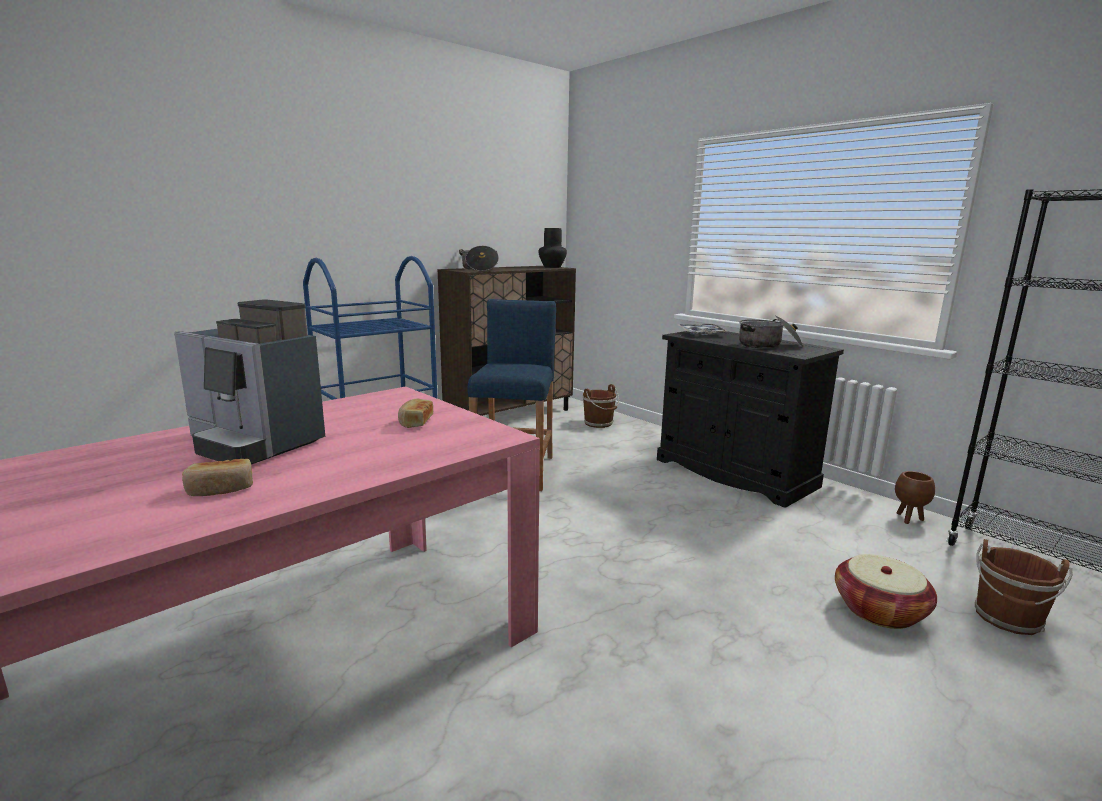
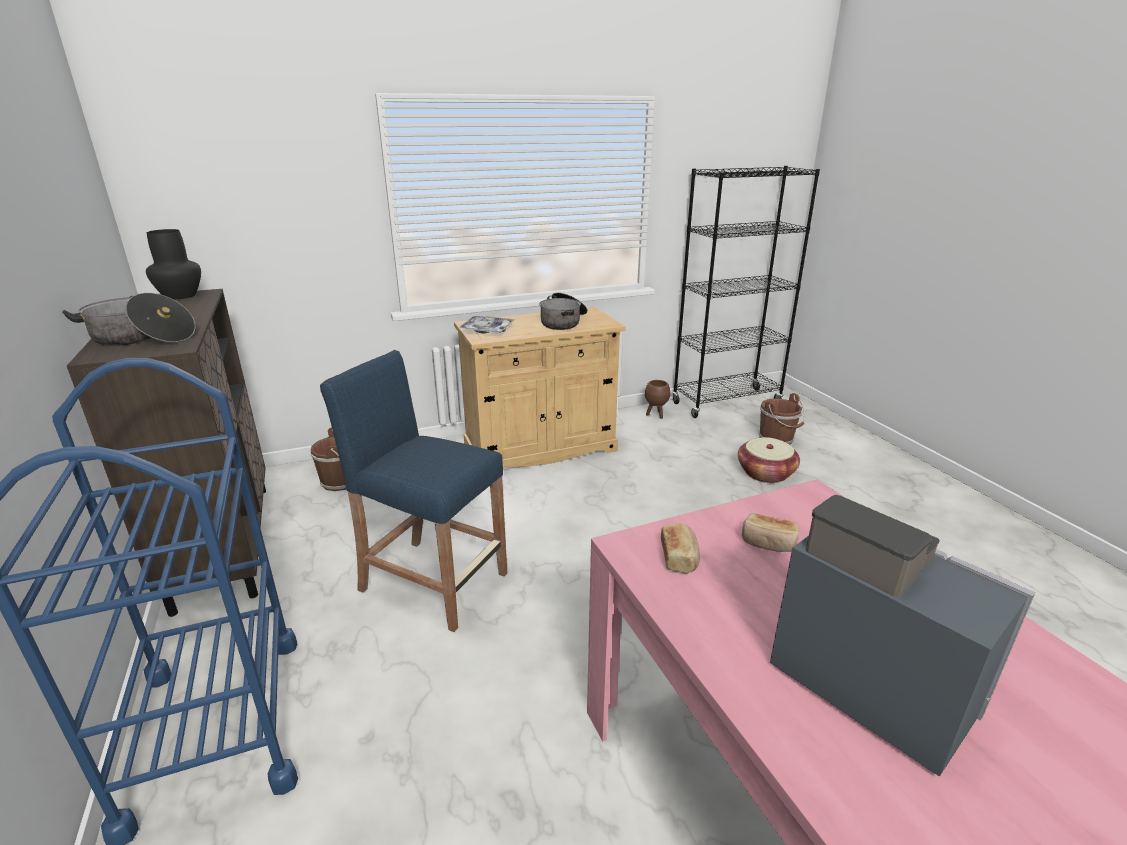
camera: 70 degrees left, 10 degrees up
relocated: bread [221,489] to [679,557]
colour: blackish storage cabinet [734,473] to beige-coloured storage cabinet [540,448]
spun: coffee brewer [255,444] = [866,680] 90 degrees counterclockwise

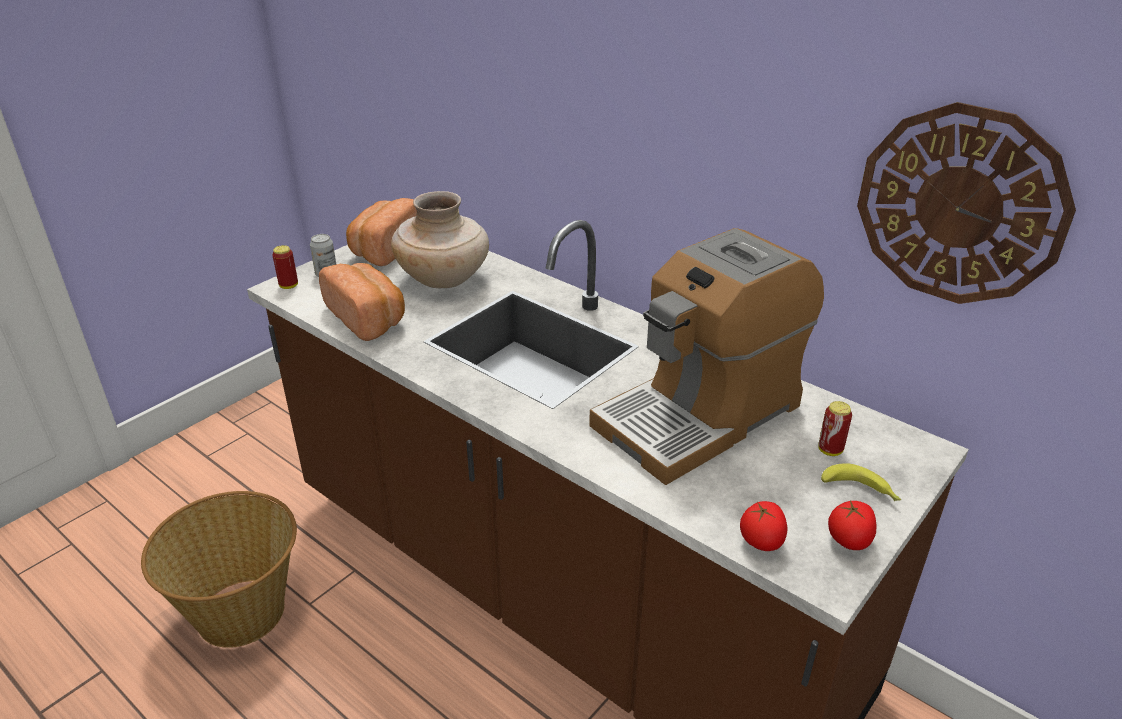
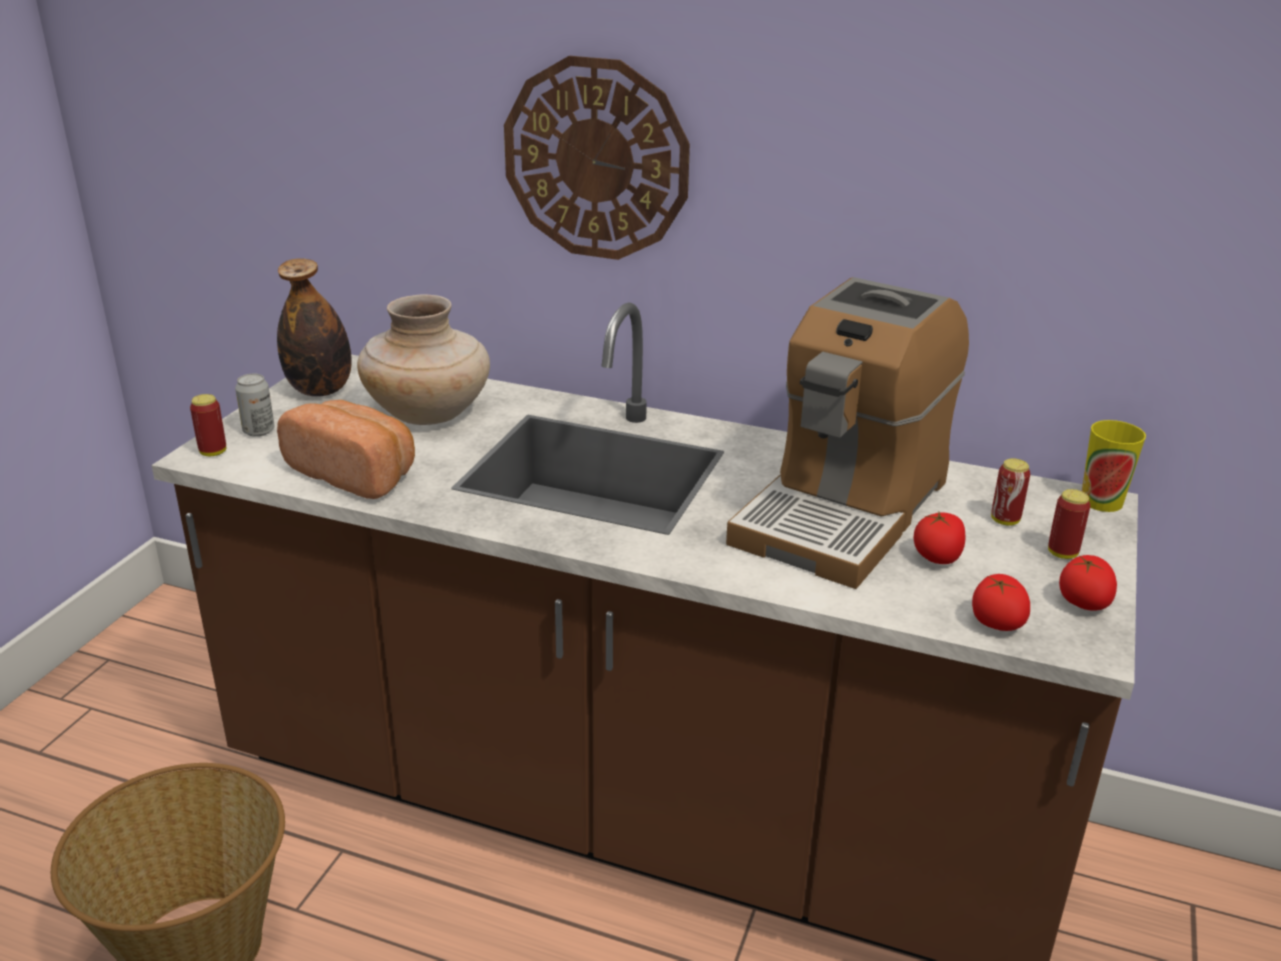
camera: 20 degrees left, 5 degrees down
appeared: tomato [937,557]; small cup [1101,501]
relocated: hanging clock [959,206] to [596,159]
exchanged: bread [384,249] to drink bottle [320,390]; banana fruit [861,490] to metal can [1062,553]

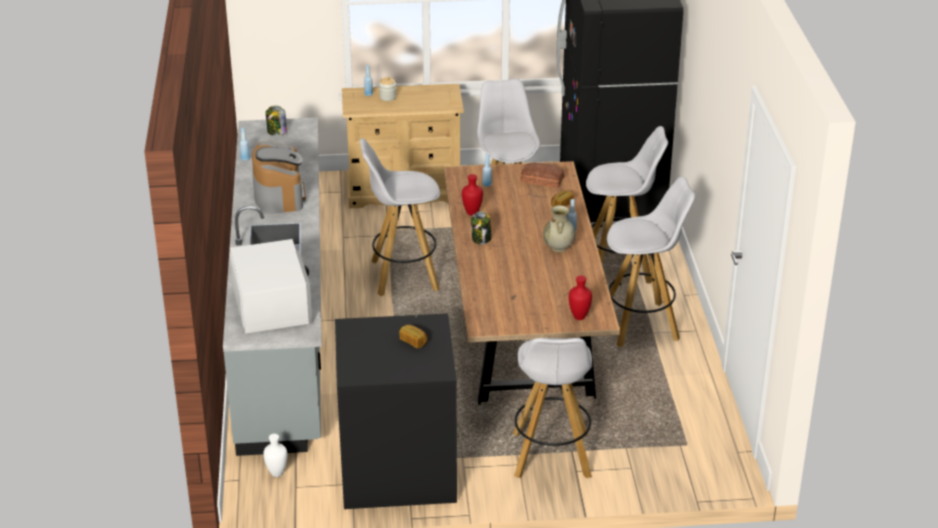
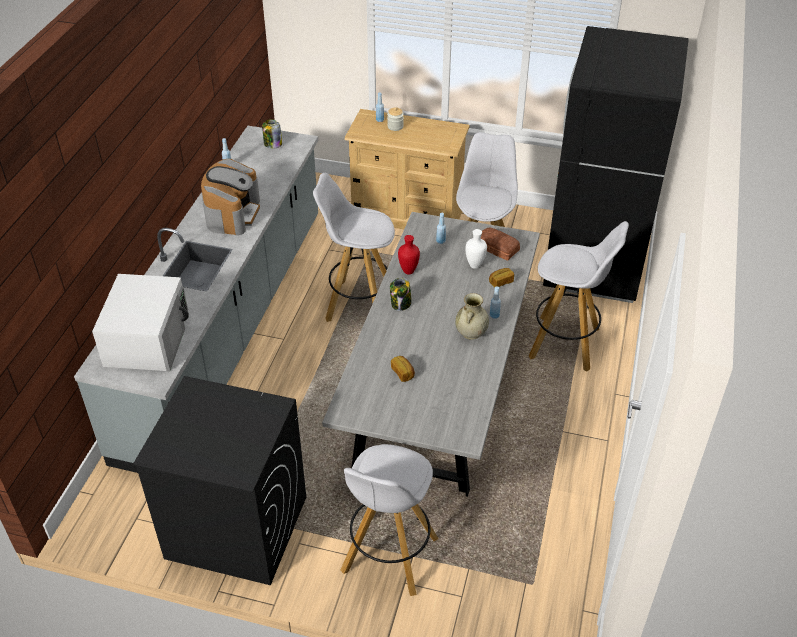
camera: 20 degrees right, 10 degrees up
missing: red-coloured flower vase [579,317]; white stool [641,324]
relocated: white flower vase [277,474] to [475,266]; bread [414,341] to [403,373]
colour: brown-coloured kitchen table [523,328] to gray kitchen table [439,391]

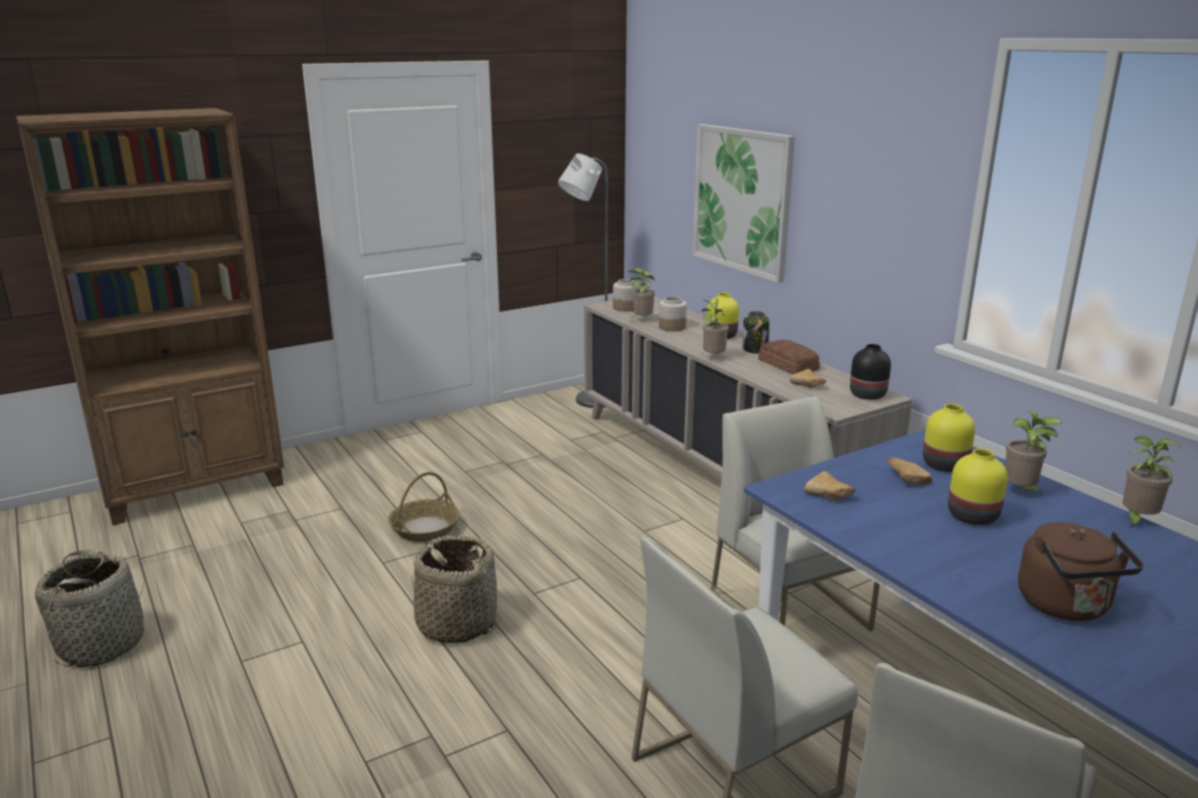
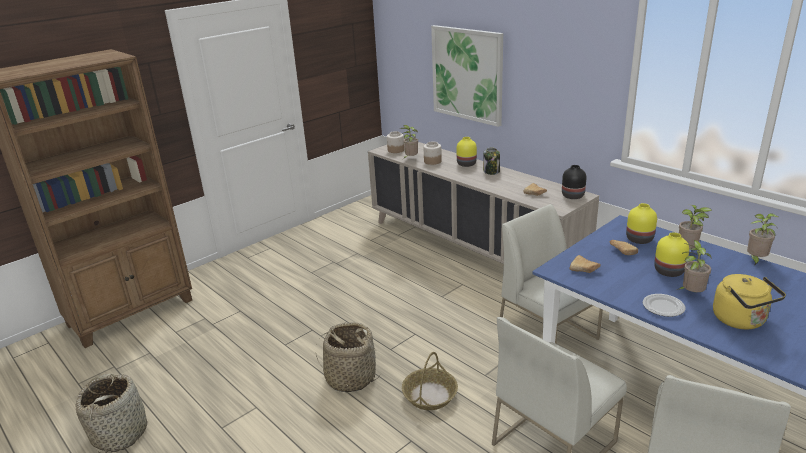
camera: 10 degrees left, 5 degrees up
missing: gray standard lamp [590,402]; bread [787,365]
appeared: dinner plate [663,307]
relocated: storage basket [425,528] to [430,395]; plant in a pot [712,358] to [690,293]
colour: brown-coloured tea kettle [1067,606] to yellow tea kettle [741,321]

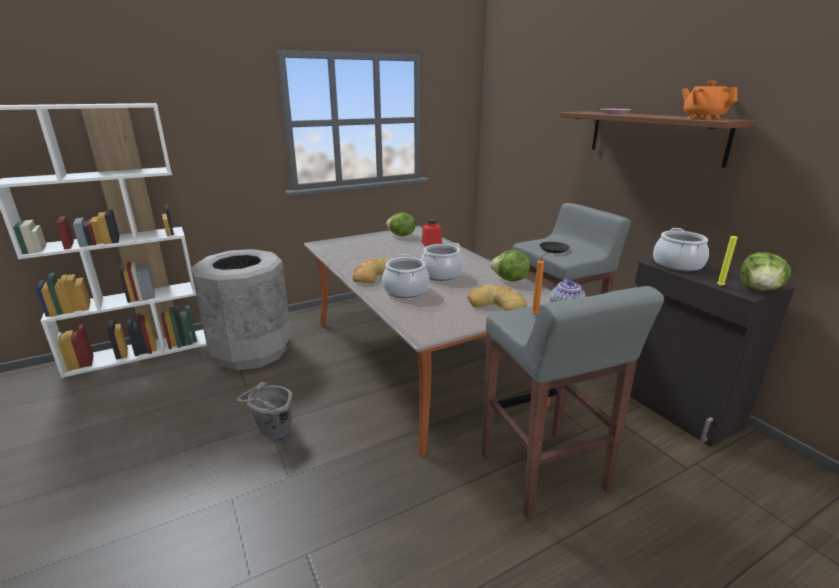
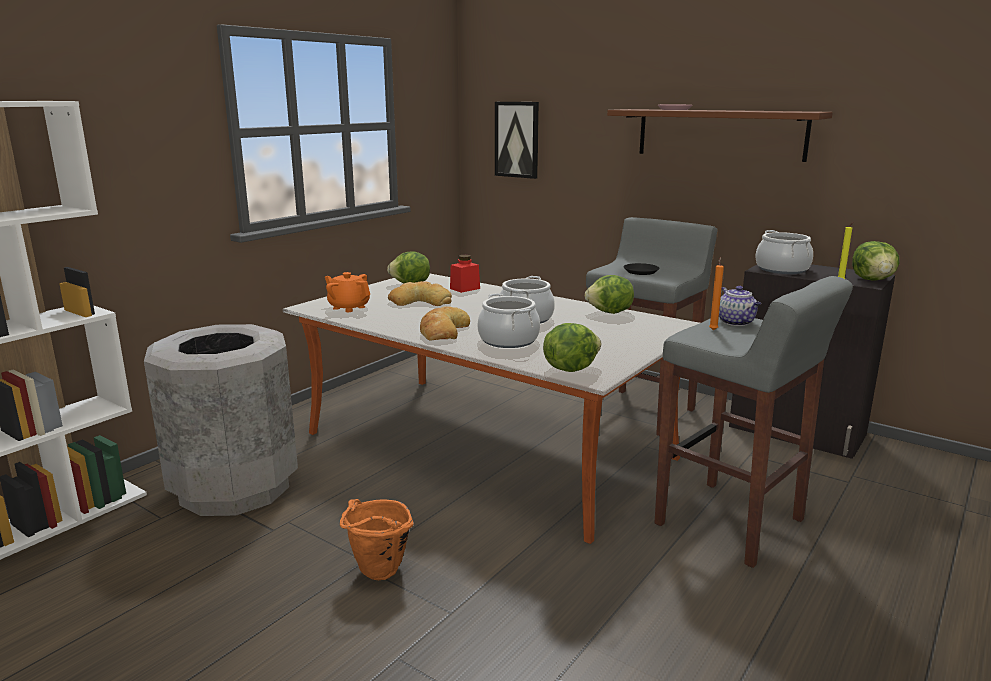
camera: 25 degrees left, 5 degrees down
appeared: picture [517,139]; lettuce head [570,368]
relocated: bread [497,304] to [420,301]; orange-coloured pot for tea [703,118] to [348,307]
colour: gray water bucket [272,434] to orange-coloured water bucket [377,575]

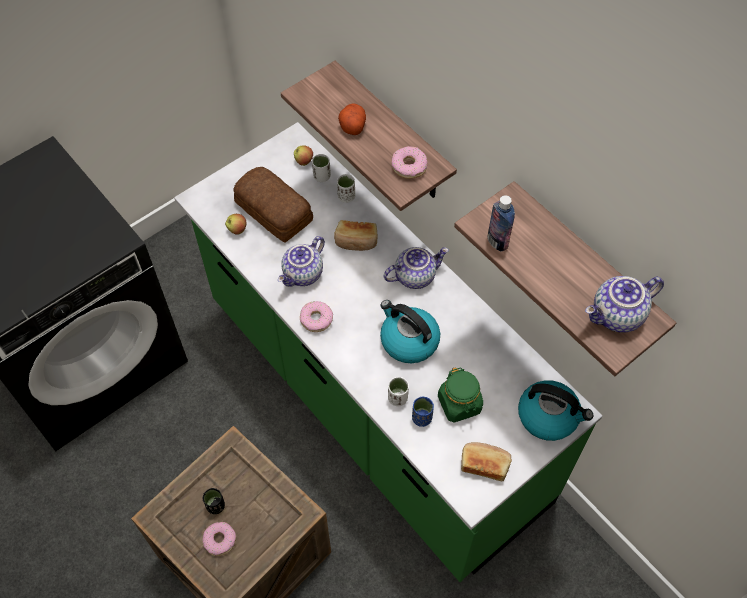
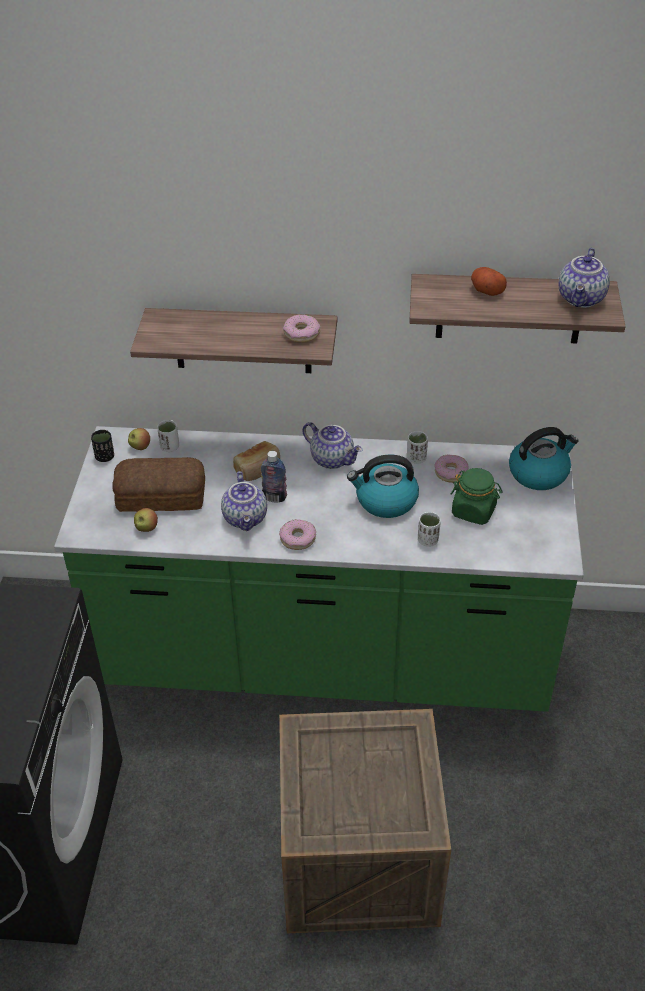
camera: 45 degrees left, 15 degrees down
missing: blue small cup [422,418]; bread [484,464]
relocated: donut [220,540] to [451,473]; blackish small cup [216,506] to [105,457]; white small cup [346,196] to [416,458]; spud [352,125] to [486,290]; drink bottle [497,241] to [274,497]
spun: pot for tea [415,275] = [333,459] 105 degrees clockwise

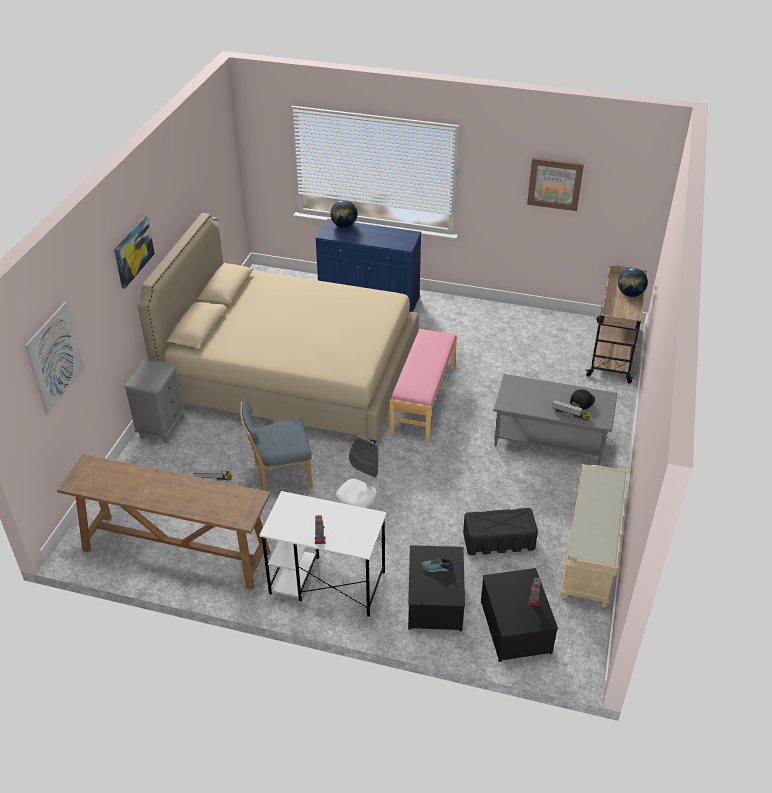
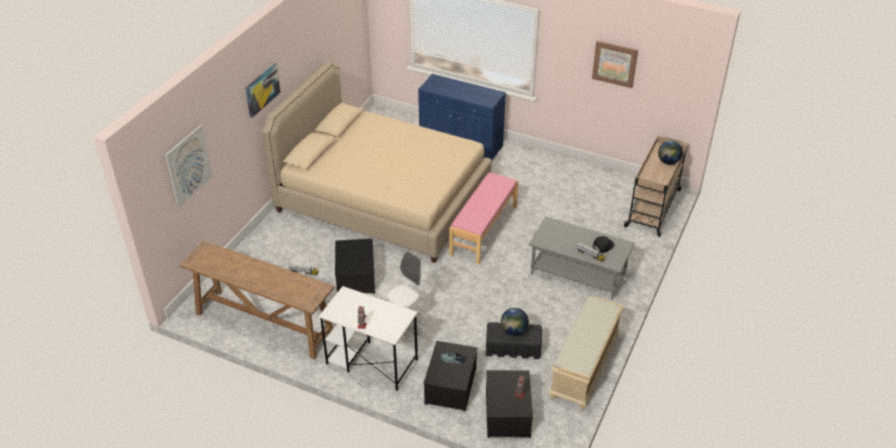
camera: 10 degrees right, 0 degrees up
missing: gray bedside table [162,427]
relocated: world globe [344,225] to [513,331]
exchanged: blue chair [280,476] to storage container [355,277]

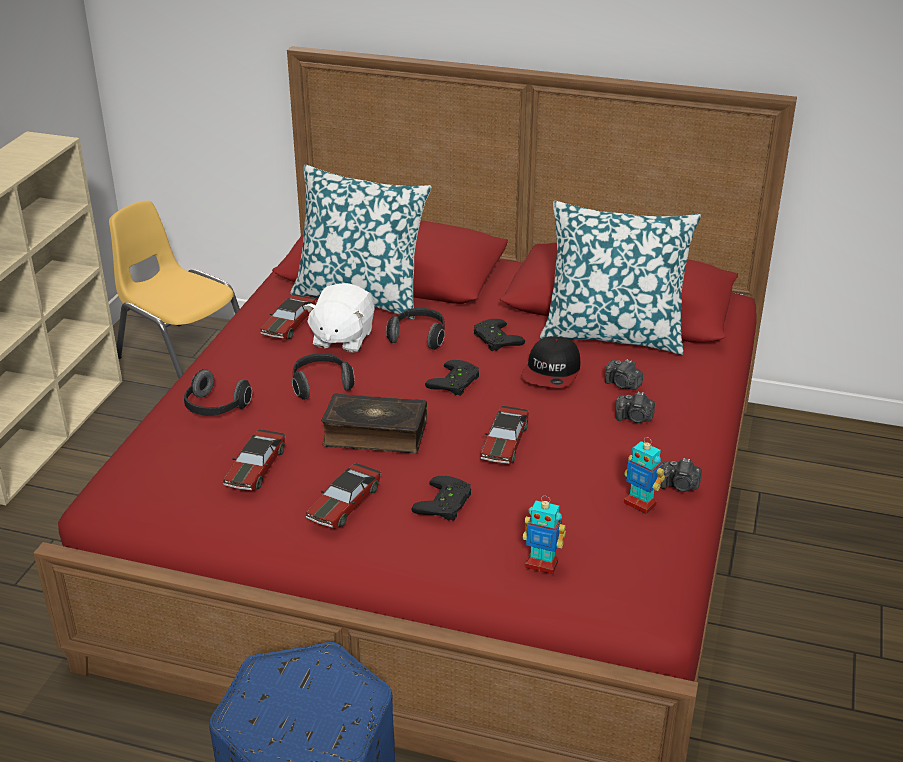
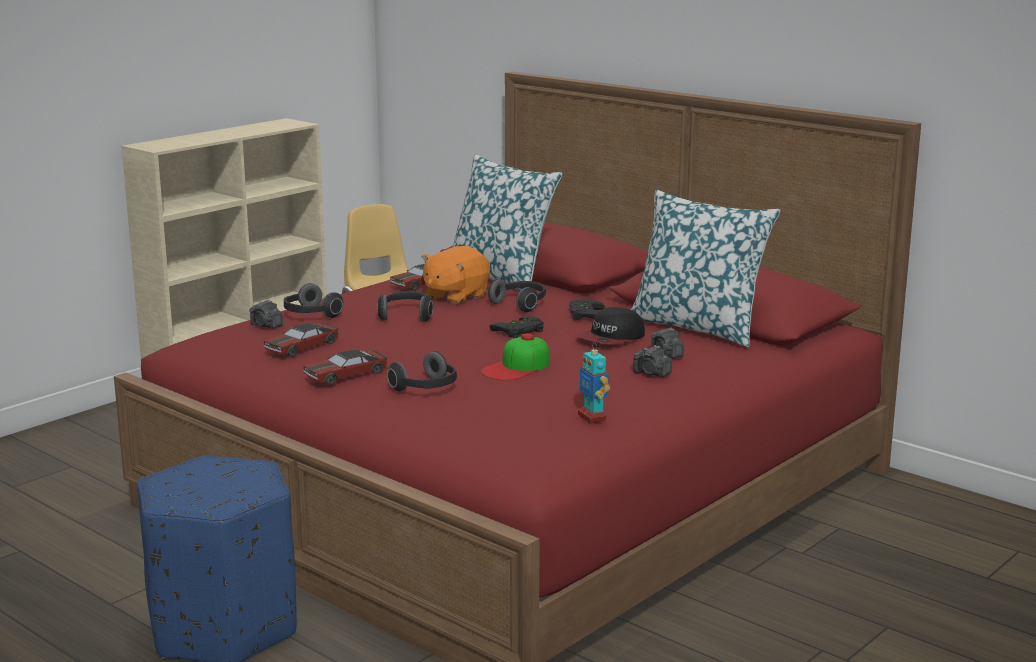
camera: 25 degrees right, 15 degrees down
missing: book [375,434]; robot figure [542,564]
relocated: photo camera [679,486] to [266,325]
exchanged: blackish game controller [446,504] to headphones [426,388]; miniature car [504,443] to cap [517,367]
colour: white soft toy [342,338] to orange-coloured soft toy [455,296]

